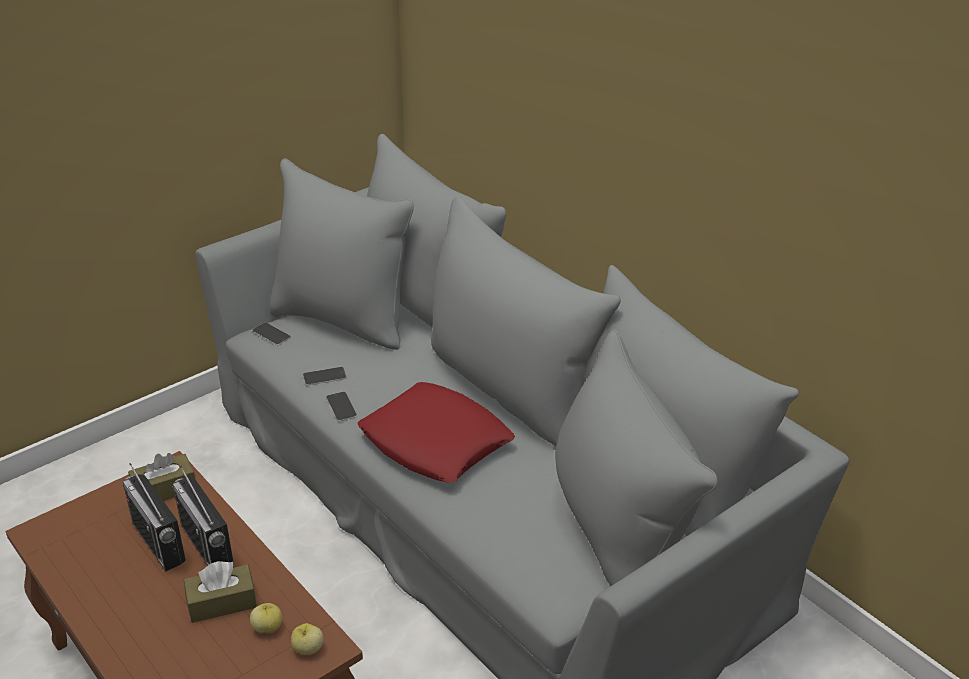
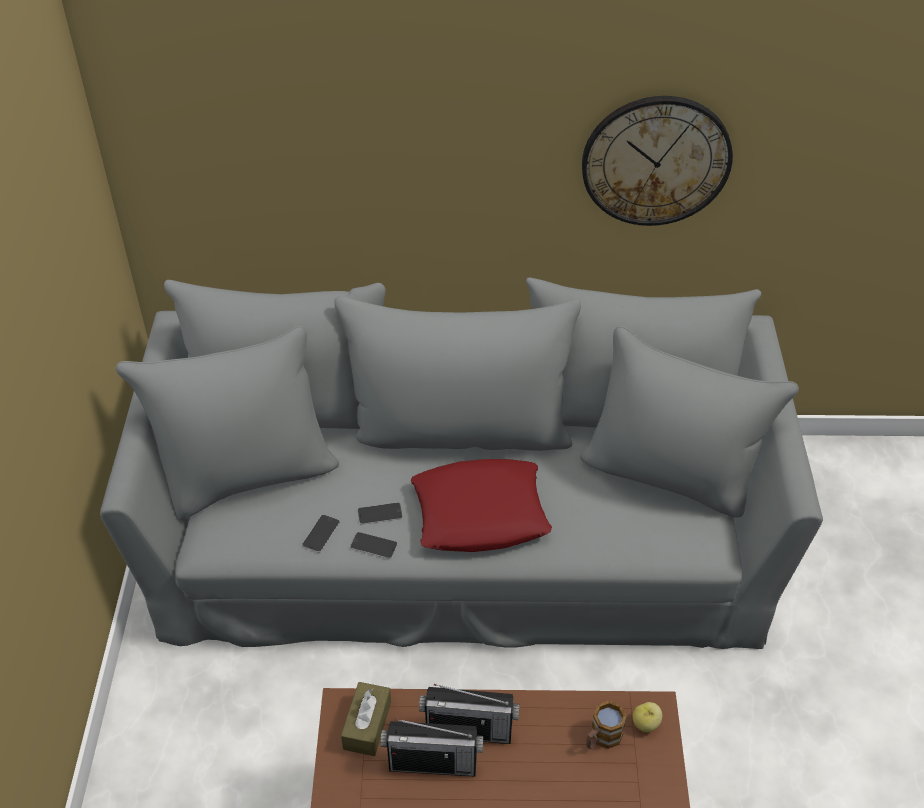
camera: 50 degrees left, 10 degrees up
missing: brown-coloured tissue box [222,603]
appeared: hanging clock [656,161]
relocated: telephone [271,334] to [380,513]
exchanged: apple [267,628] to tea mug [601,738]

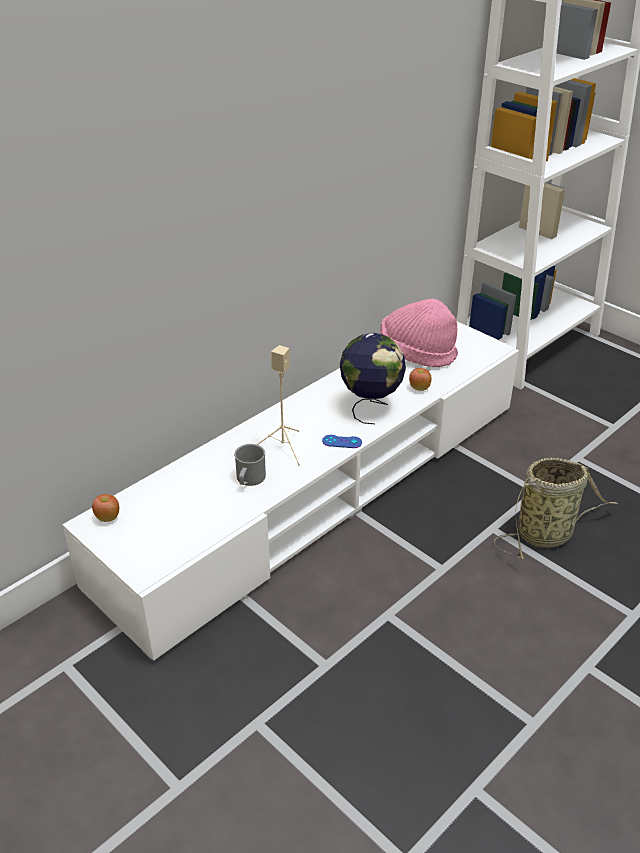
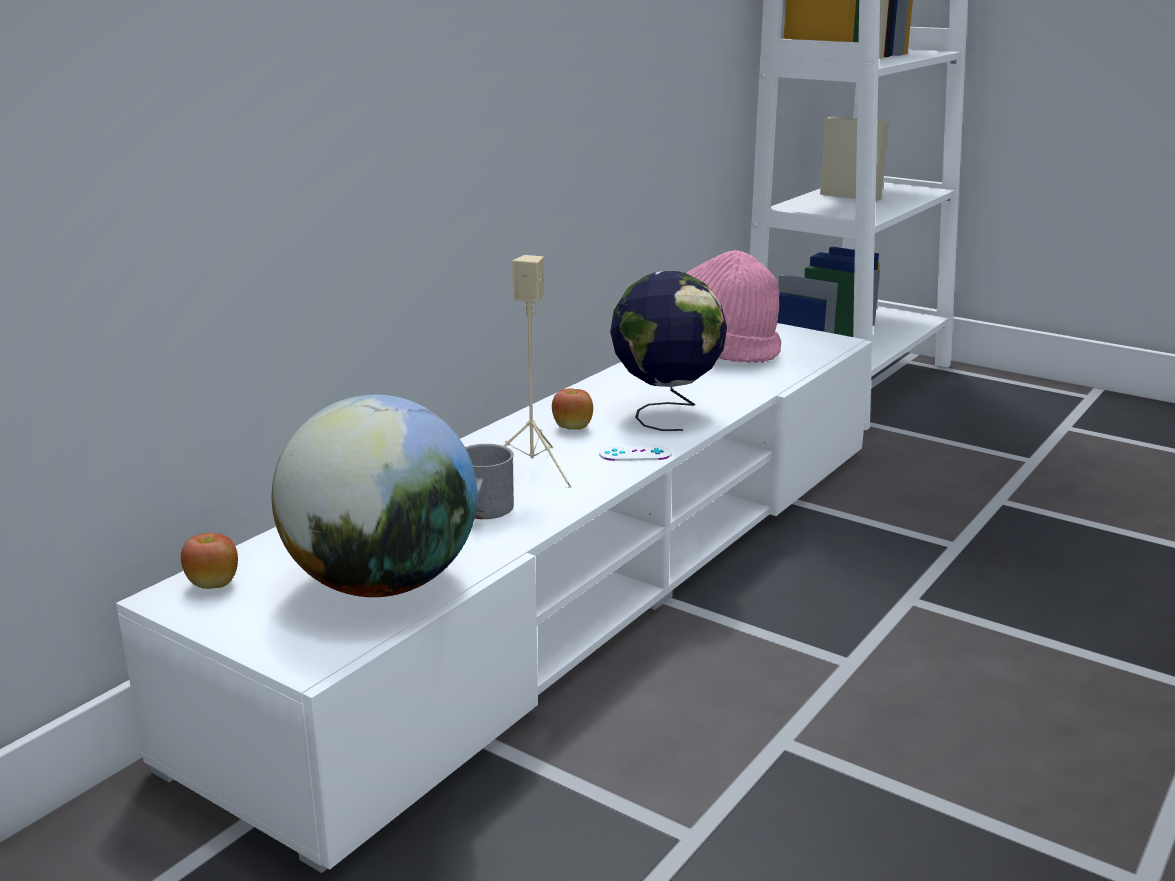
camera: 10 degrees left, 15 degrees down
missing: storage basket [547,533]
appeared: world globe [383,584]
relocated: apple [419,388] to [572,428]
colour: blue game controller [342,441] to white game controller [635,454]

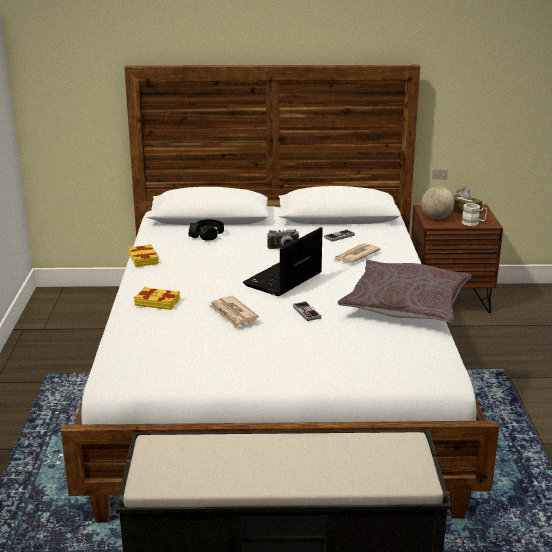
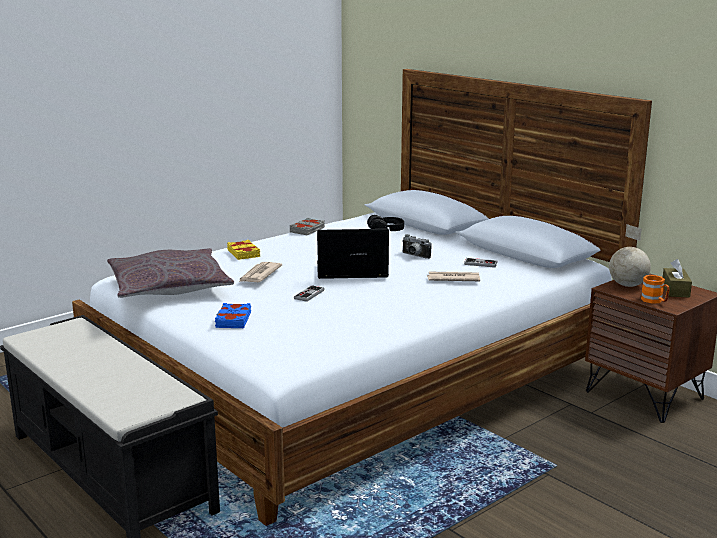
camera: 50 degrees right, 5 degrees down
appeared: blue book [232,320]
relocated: gray throw pillow [405,304] to [169,287]
colour: yellow book [144,259] to gray book [307,230]; white tea mug [473,223] to orange-coloured tea mug [655,301]

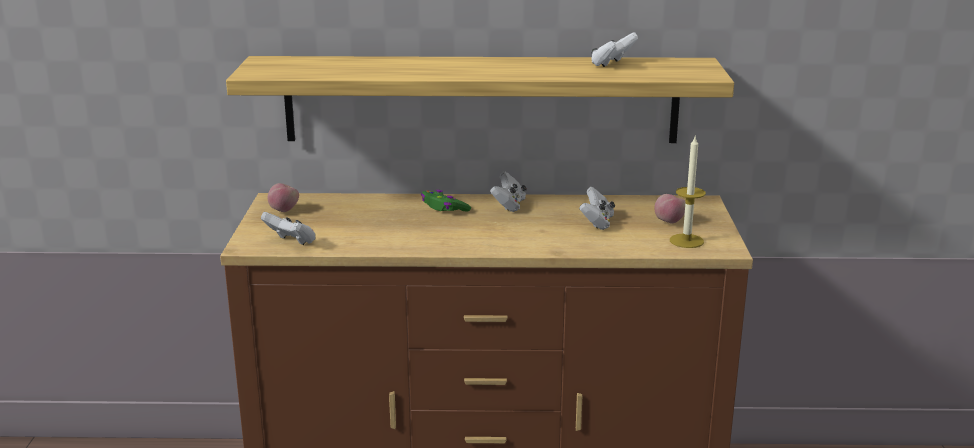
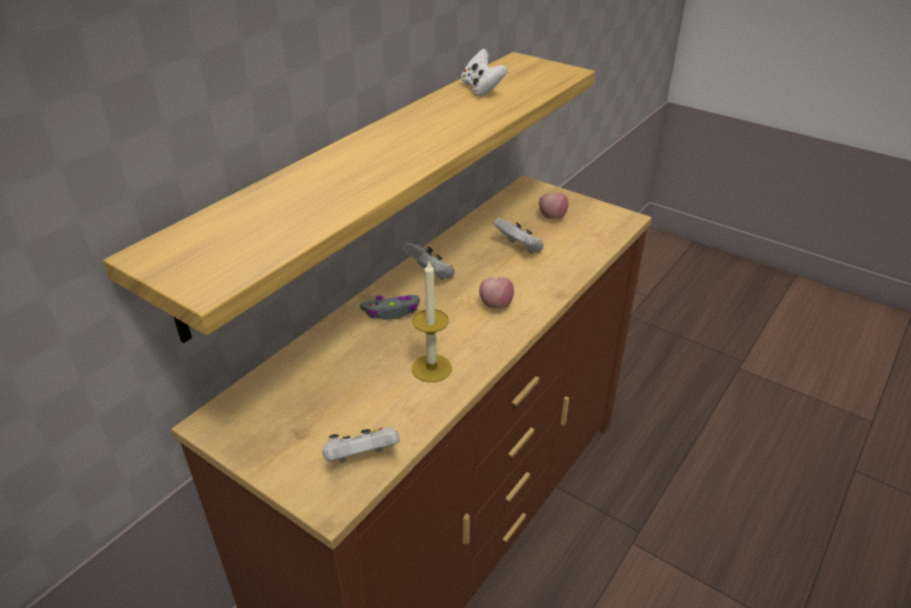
camera: 55 degrees left, 15 degrees up
relocated: apple [284,210] to [496,305]; wax candle [686,241] to [431,368]
colour: green game controller [444,208] to gray game controller [391,312]

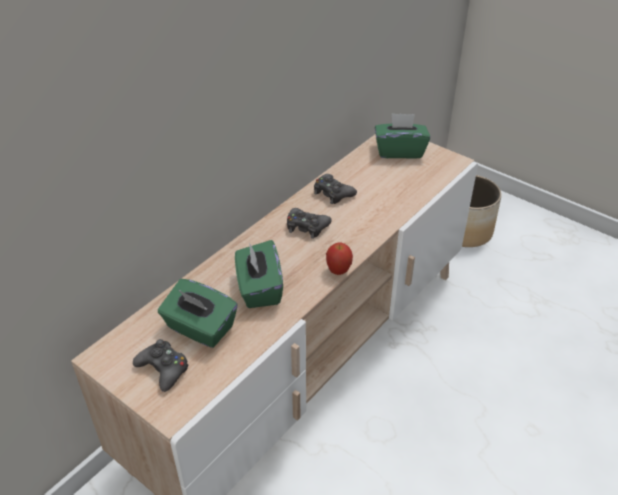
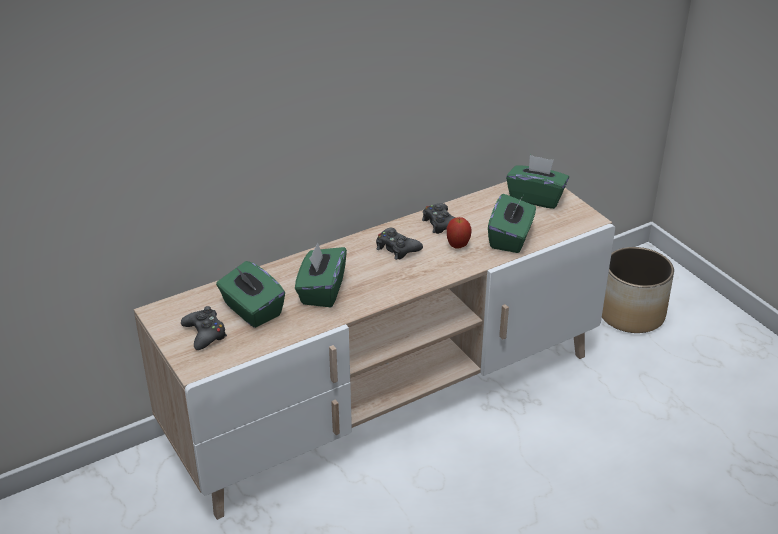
camera: 20 degrees right, 5 degrees down
appeared: green tissue box [510,238]
relocated: apple [338,271] to [458,246]

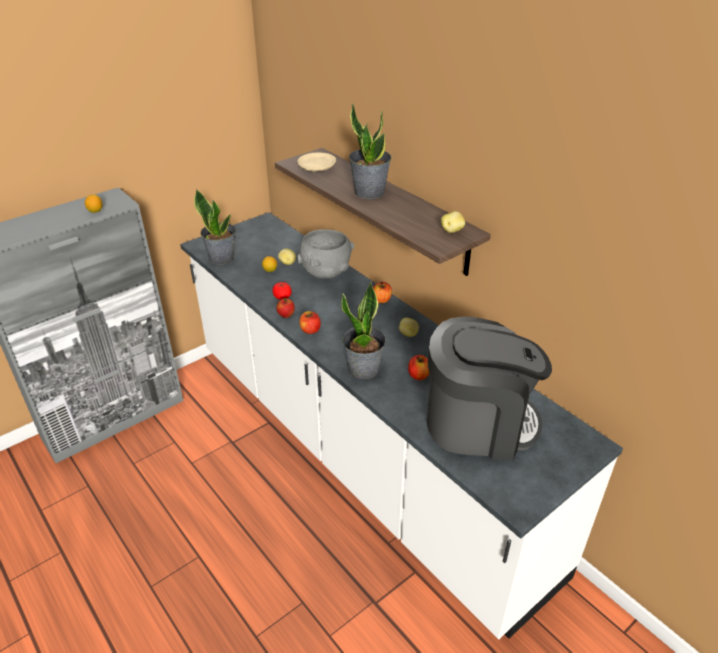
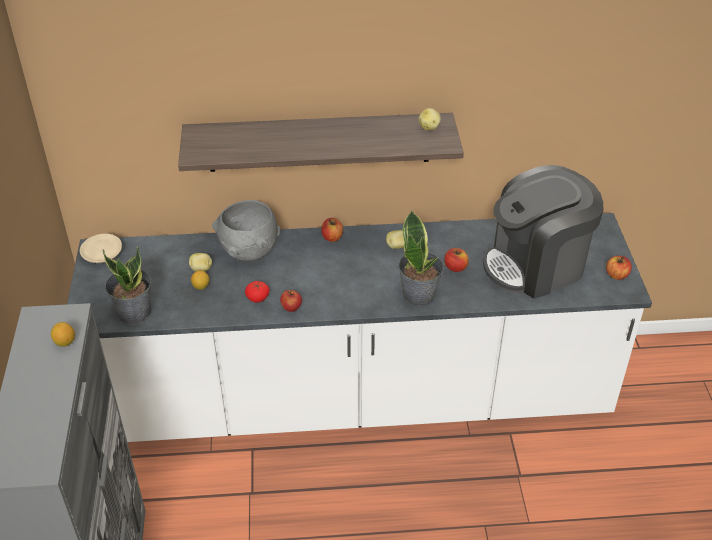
camera: 55 degrees left, 5 degrees up
missing: plant in a pot [369,192]
relocated: beige-coloured dinner plate [316,168] to [102,254]; apple [310,330] to [616,275]
spun: coffee brewer [478,423] = [536,265] 150 degrees counterclockwise

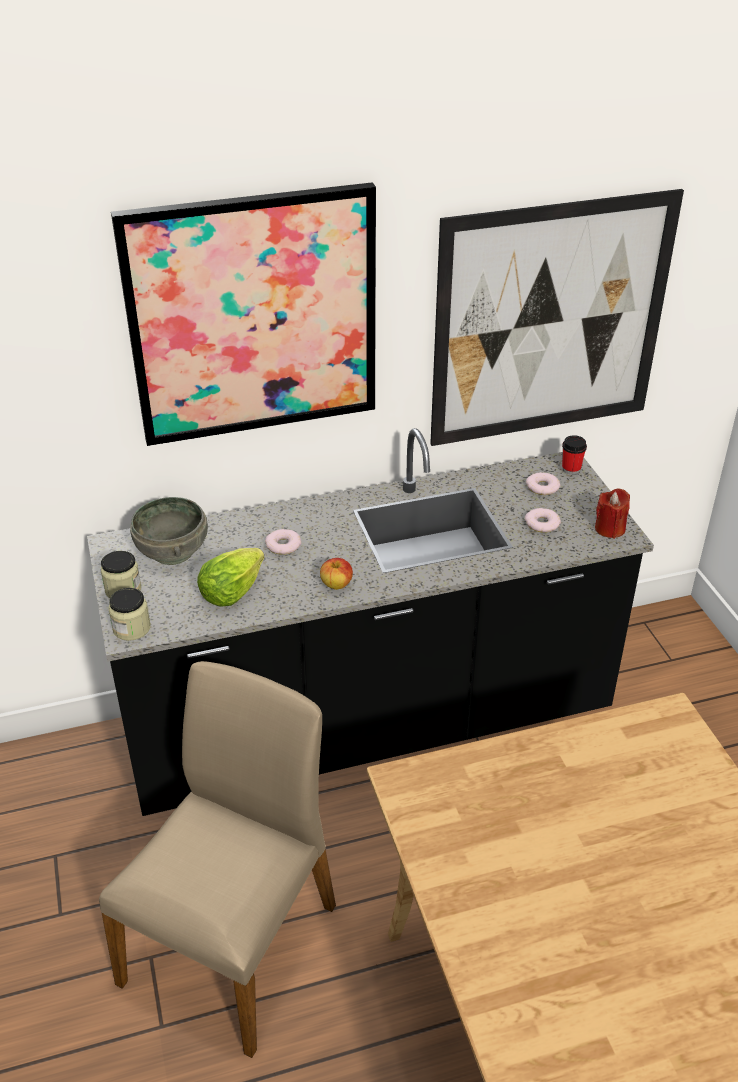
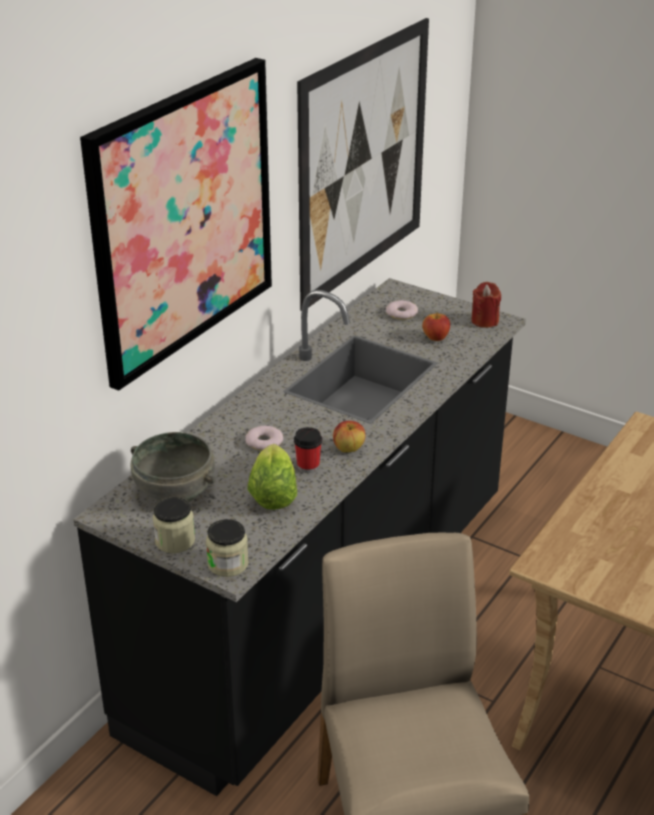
camera: 40 degrees left, 5 degrees down
relocated: small cup [571,469] to [308,466]
exchanged: donut [542,523] to apple [435,338]

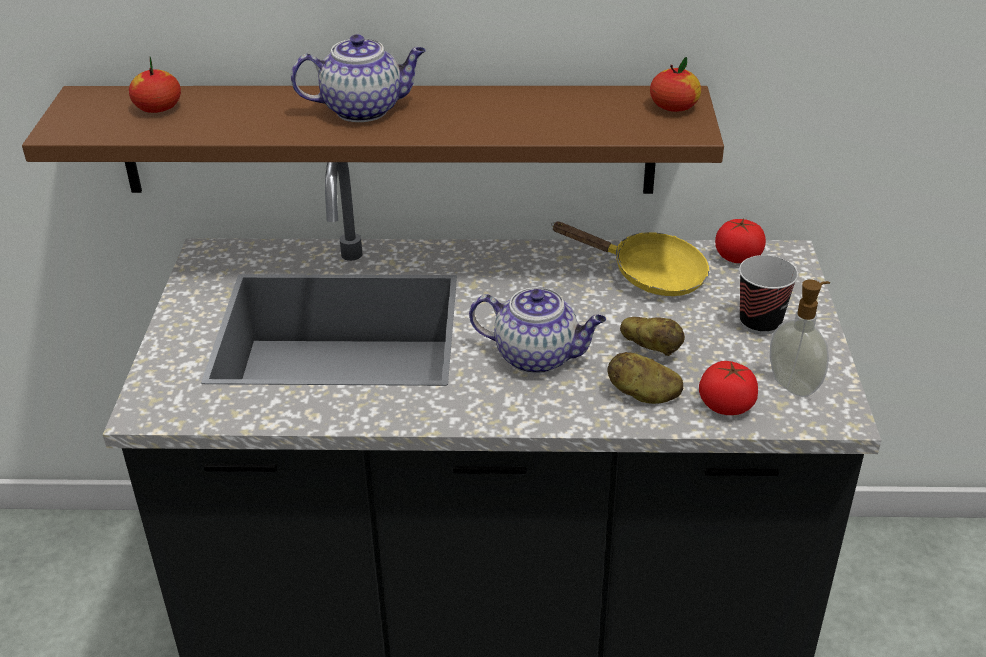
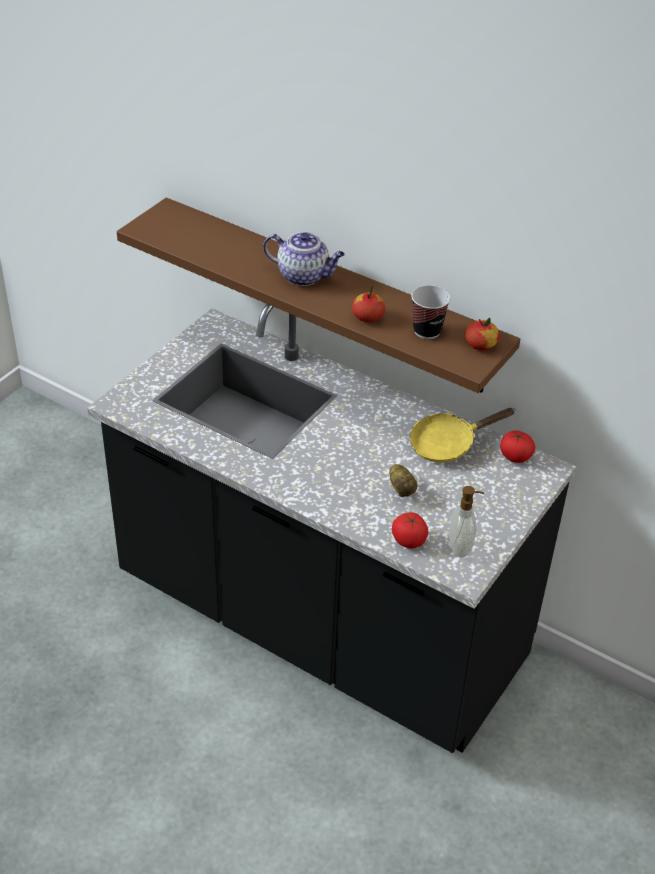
camera: 30 degrees right, 5 degrees up
missing: pot for tea [538,356]; spud [643,395]
relocated: apple [158,108] to [368,317]; small cup [760,323] to [427,331]
spun: yellow frying pan [648,275] = [448,444] 105 degrees clockwise

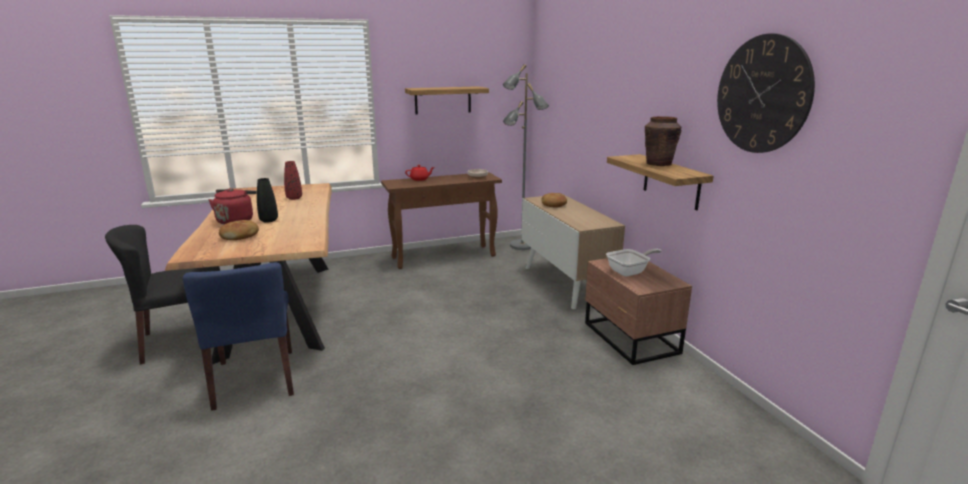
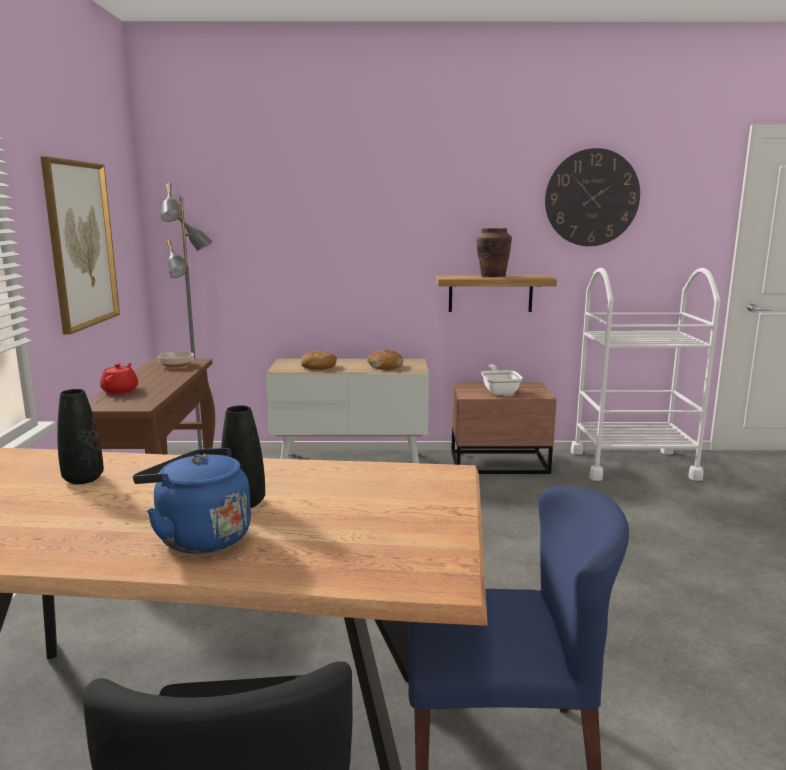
camera: 70 degrees left, 5 degrees down
appeared: white cart [632,465]
relocated: bread [240,236] to [385,366]
exchanged: shelf [443,100] to picture [81,244]
colour: red-coloured tea kettle [236,220] to blue tea kettle [199,537]; red-coloured flower vase [294,198] to blackish flower vase [83,479]

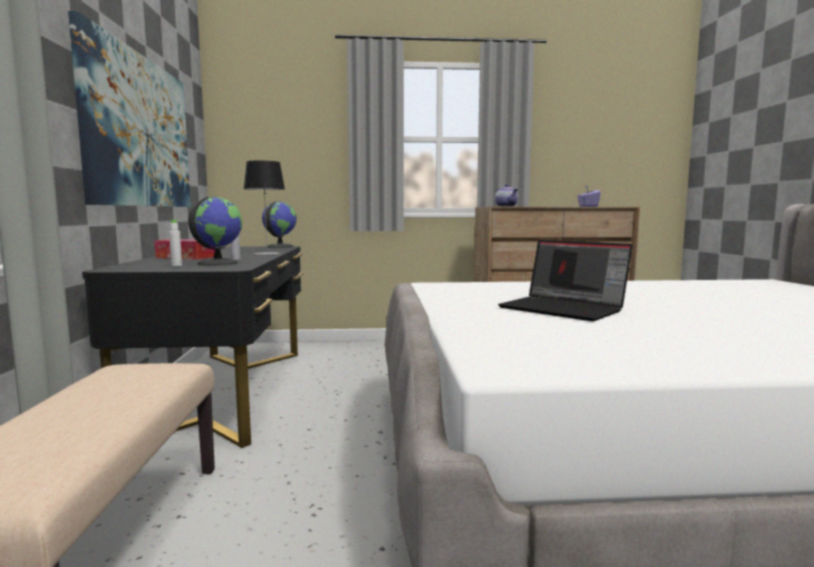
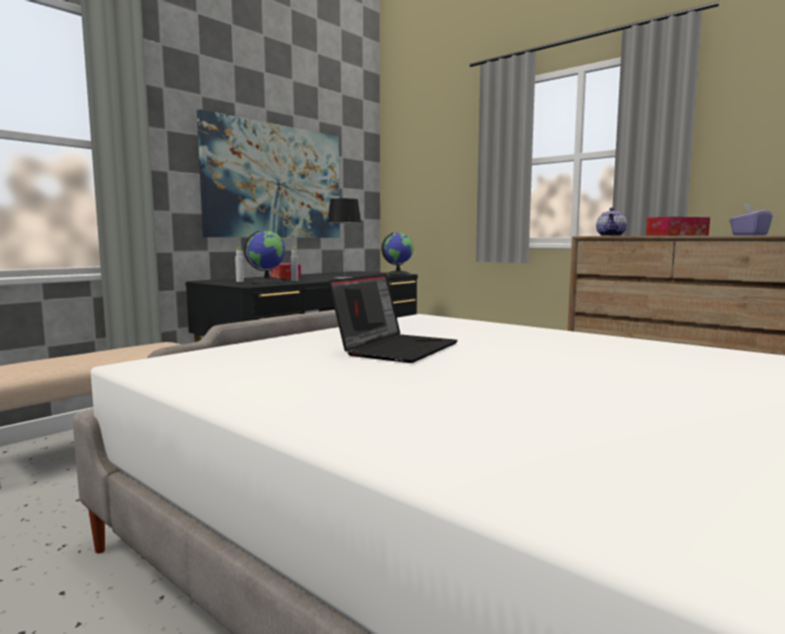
camera: 45 degrees right, 0 degrees up
appeared: tissue box [676,235]
spun: portable computer [564,309] = [396,348] 150 degrees counterclockwise

